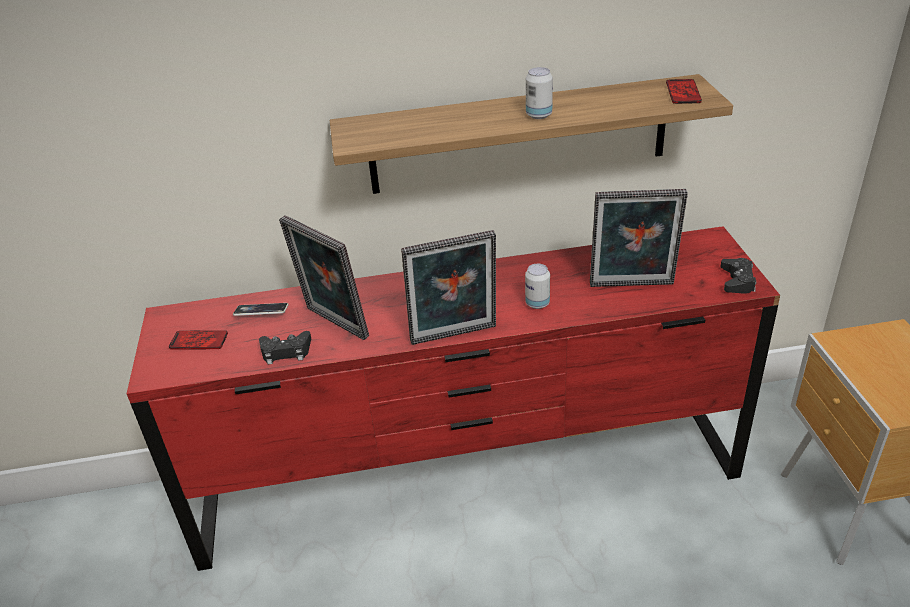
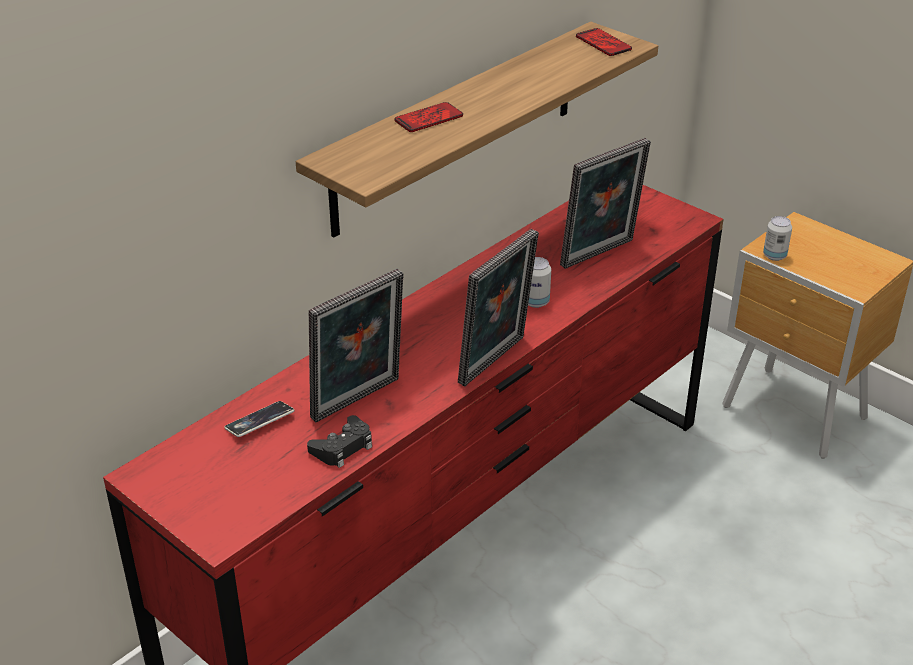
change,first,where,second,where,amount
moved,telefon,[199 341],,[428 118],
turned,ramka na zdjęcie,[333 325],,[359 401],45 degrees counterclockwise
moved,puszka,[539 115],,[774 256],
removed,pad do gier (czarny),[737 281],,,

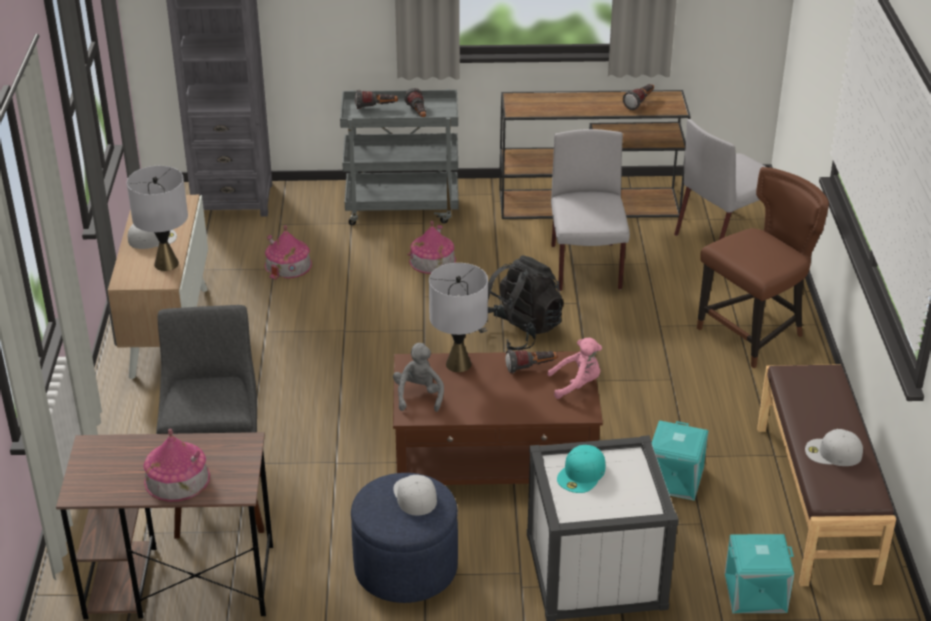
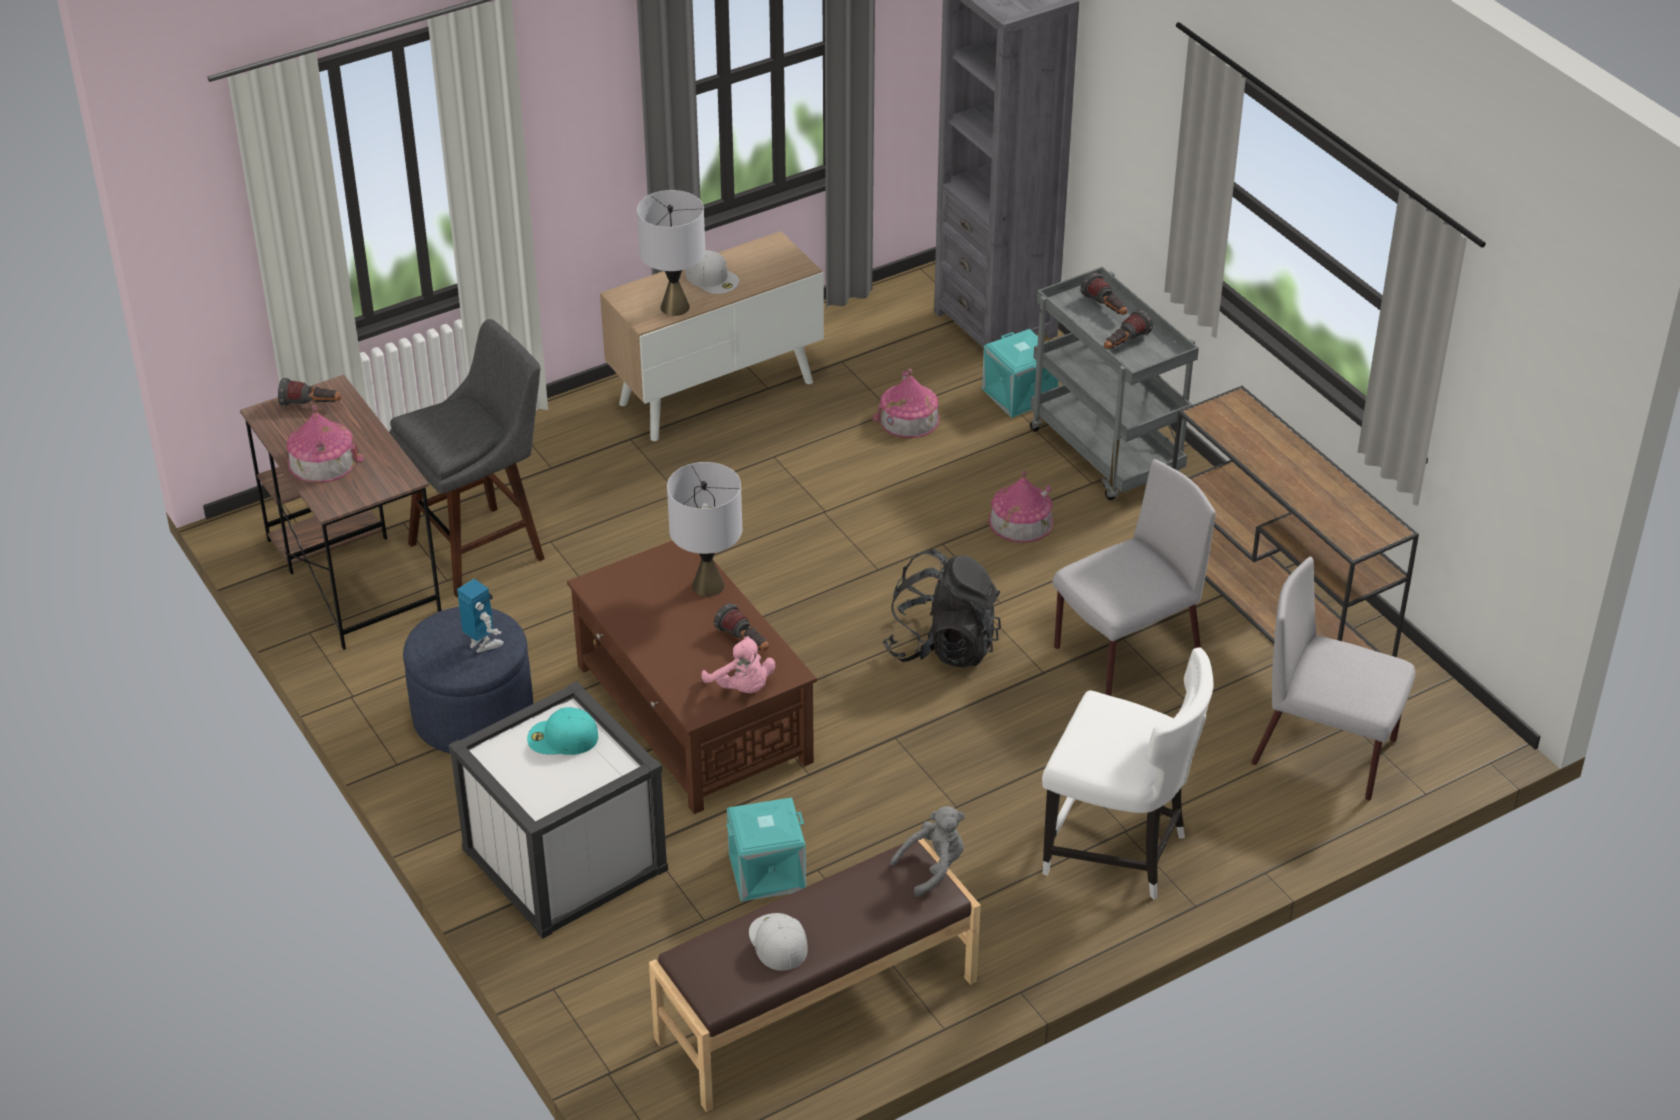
change,first,where,second,where,amount
moved,pluszak (szary),[419 395],,[933 867],
replaced,czapka z daszkiem (biały),[414 495],robot zabawkowy,[482 644],
moved,latarka,[640 102],,[311 405],
recoloured,krzesło (brązowy),[754 334],krzesło (biały),[1118 852],
moved,pojemnik do przechowywania (turkusowy),[755 593],,[1018 395],

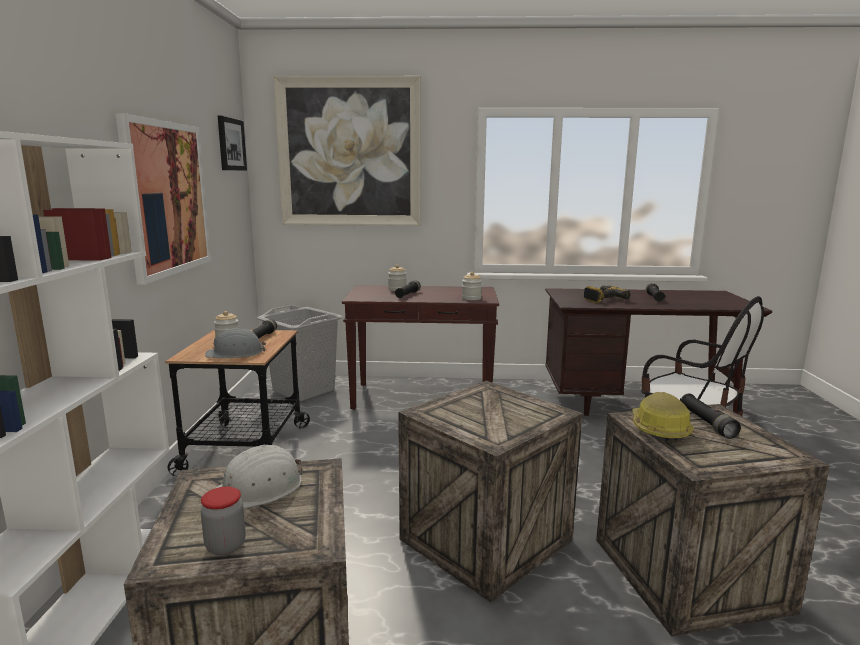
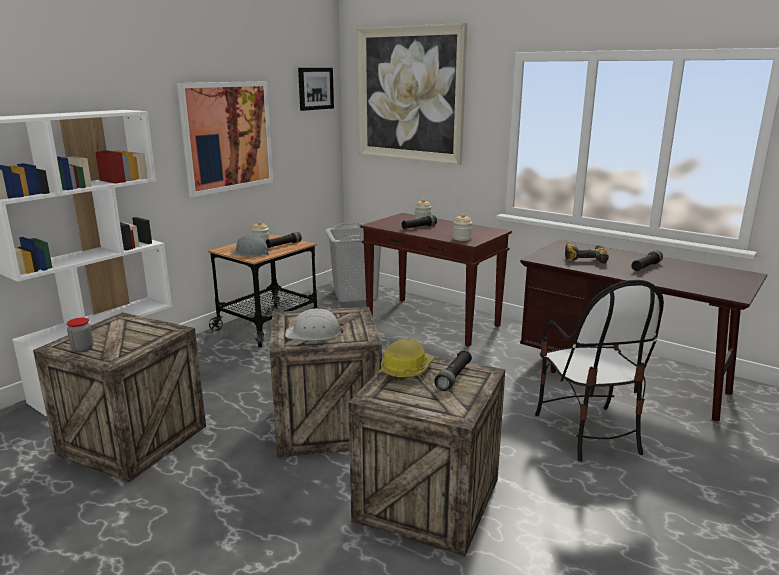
change,first,where,second,where,amount
moved,kask (biały),[258 489],,[314 333],

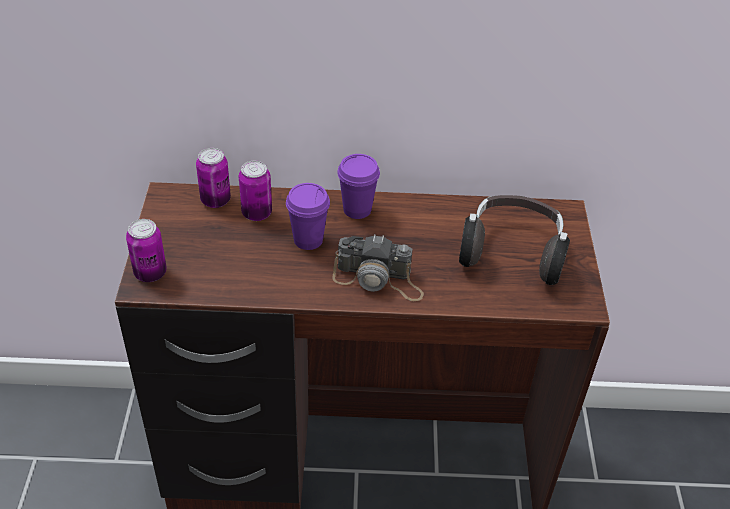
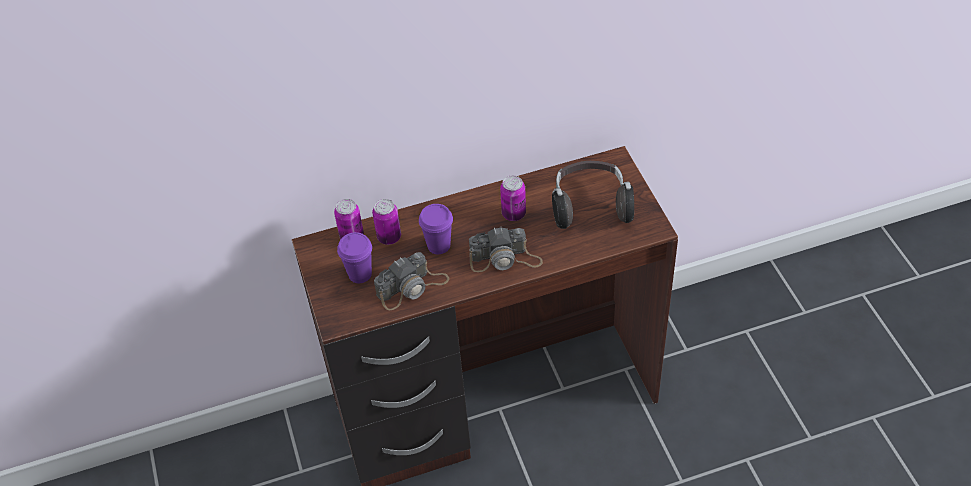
change,first,where,second,where,amount
moved,puszka,[150 273],,[513 214],
moved,filiżanka (fioletowy),[357 209],,[360 274],
added,,,aparat fotograficzny,[412 287],

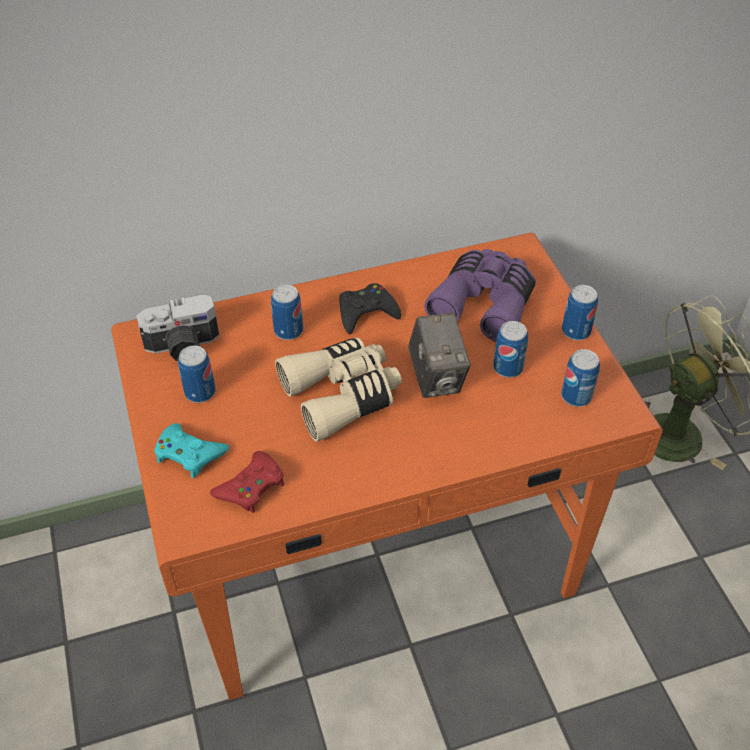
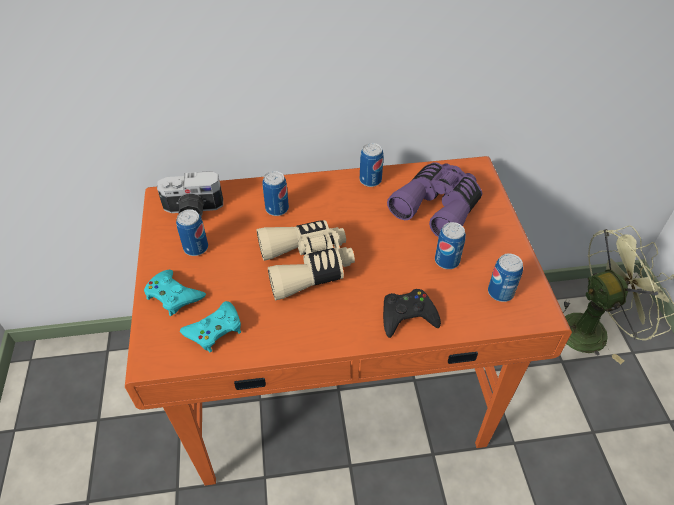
change,first,where,second,where,amount
recoloured,pad do gier (czerwony),[251 486],pad do gier (turkusowy),[214 330],
moved,pad do gier (czarny),[366 313],,[407 316],
removed,aparat fotograficzny,[436 377],,,
moved,puszka,[576 331],,[370 180],

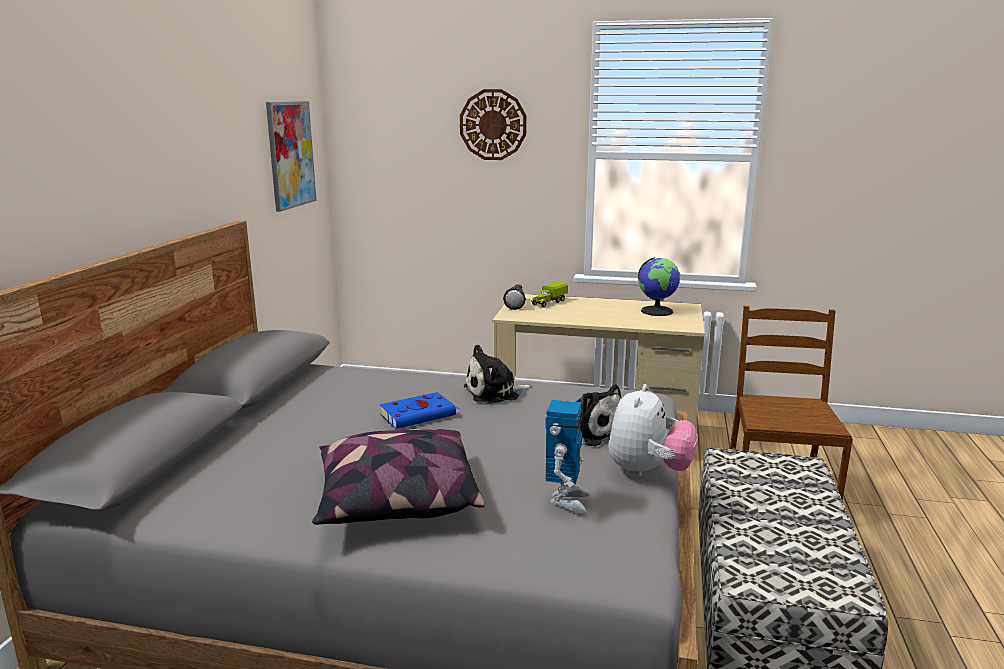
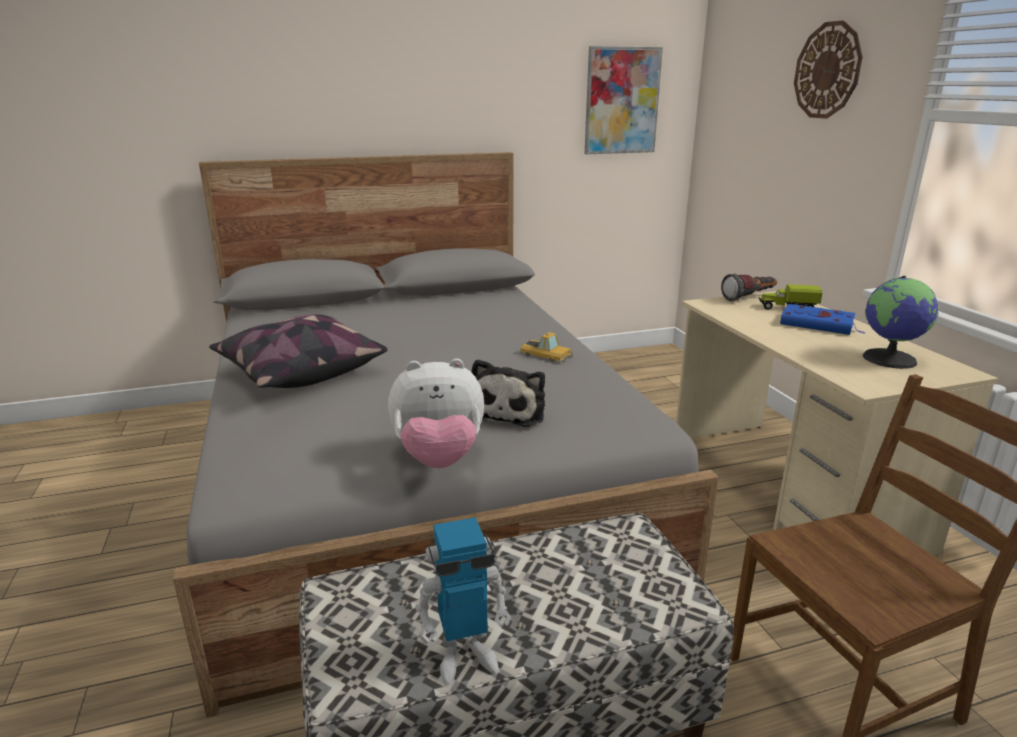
change,first,where,second,where,amount
moved,książka (niebieski),[419 414],,[819 324],
replaced,pluszak,[495 393],samochodzik,[546 355],
moved,robot zabawkowy,[566 500],,[465 656],

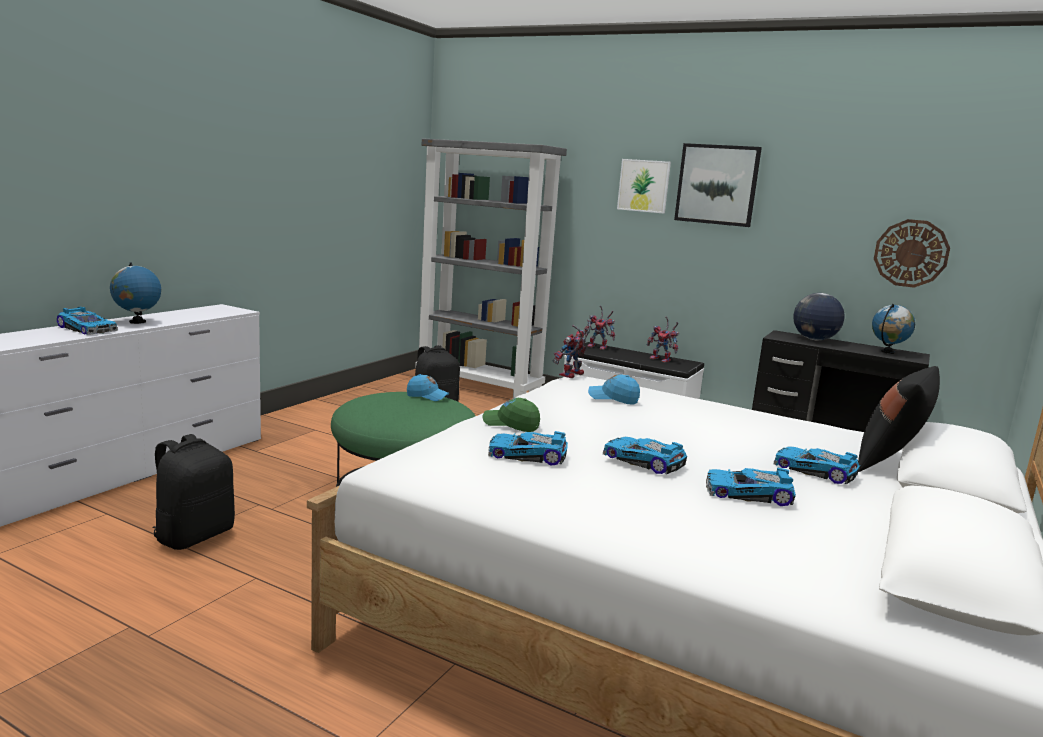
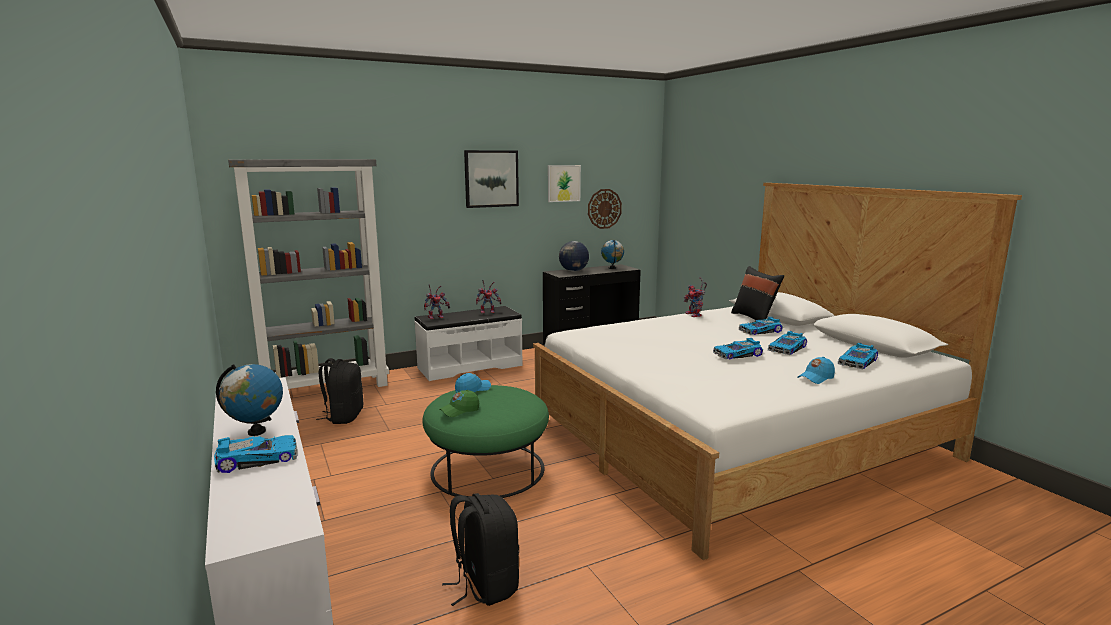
change,first,where,second,where,amount
moved,czapka z daszkiem (zielony),[511 424],,[460 411],
moved,samochodzik,[527 455],,[858 362],
moved,robot zabawkowy,[571 375],,[695 315],
moved,czapka z daszkiem (niebieski),[613 398],,[816 378],
moved,obraz,[643 186],,[563 183],

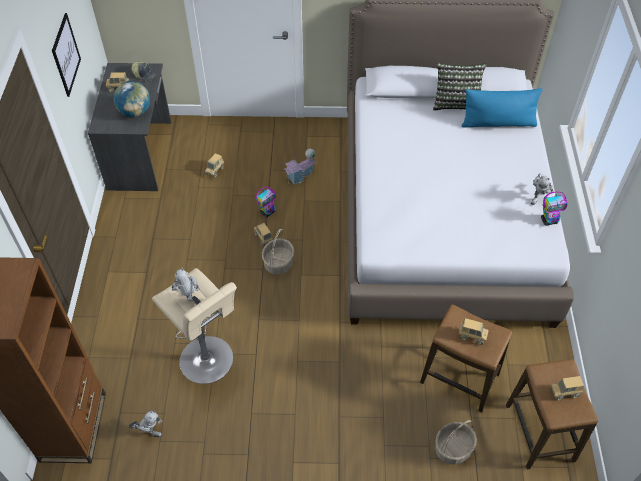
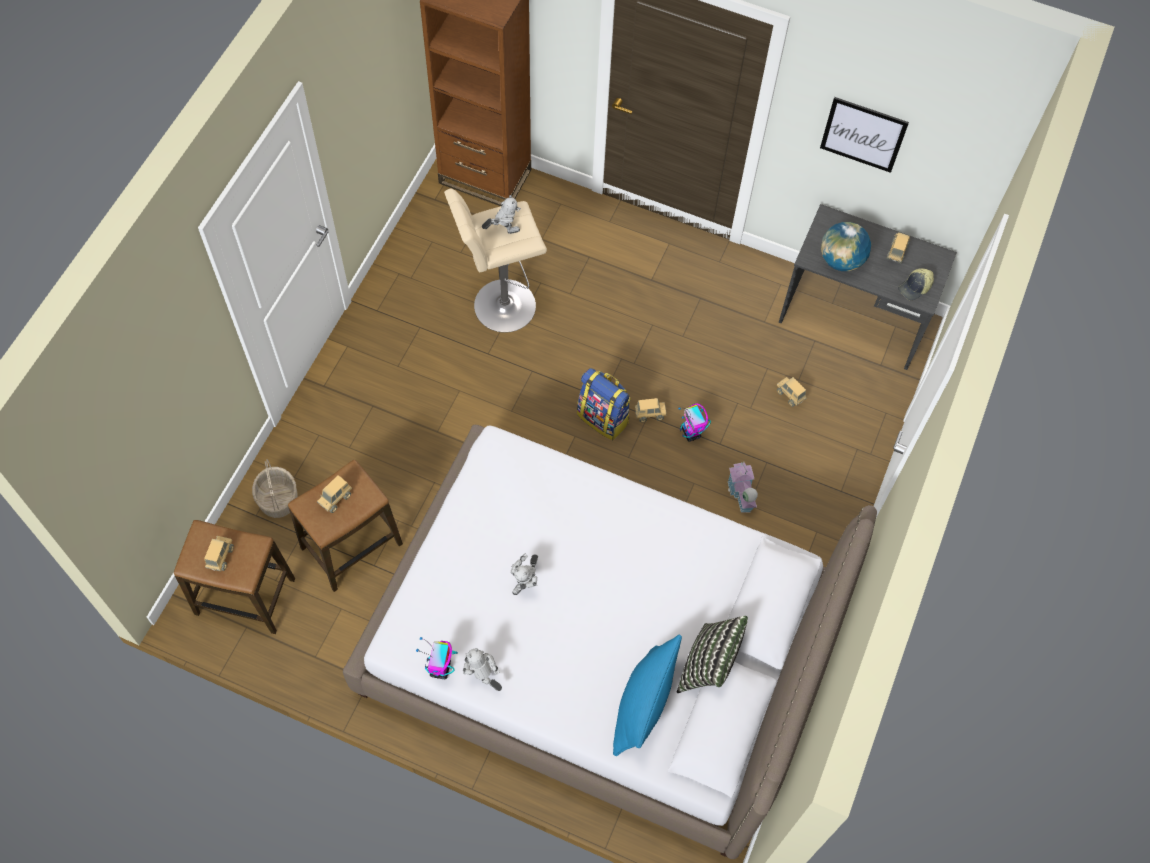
change,first,where,second,where,amount
moved,robot zabawkowy,[149 431],,[526 582],
replaced,koszyk,[278 263],plecak,[604 418],

